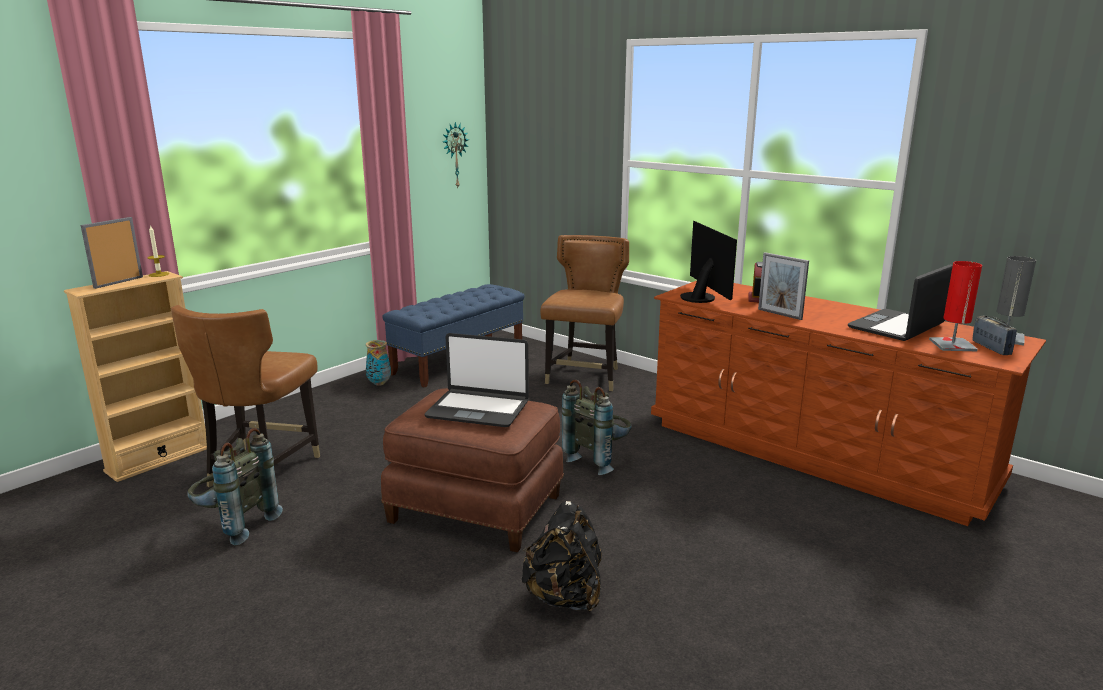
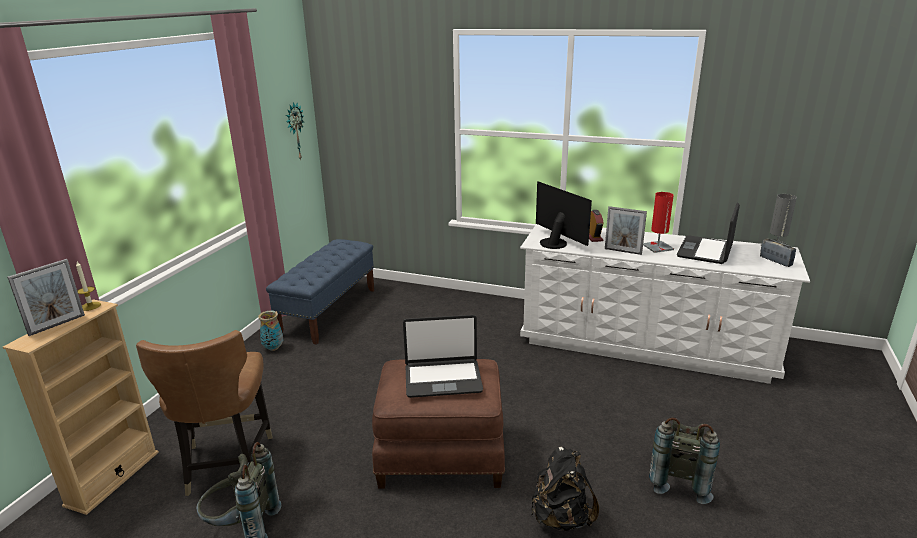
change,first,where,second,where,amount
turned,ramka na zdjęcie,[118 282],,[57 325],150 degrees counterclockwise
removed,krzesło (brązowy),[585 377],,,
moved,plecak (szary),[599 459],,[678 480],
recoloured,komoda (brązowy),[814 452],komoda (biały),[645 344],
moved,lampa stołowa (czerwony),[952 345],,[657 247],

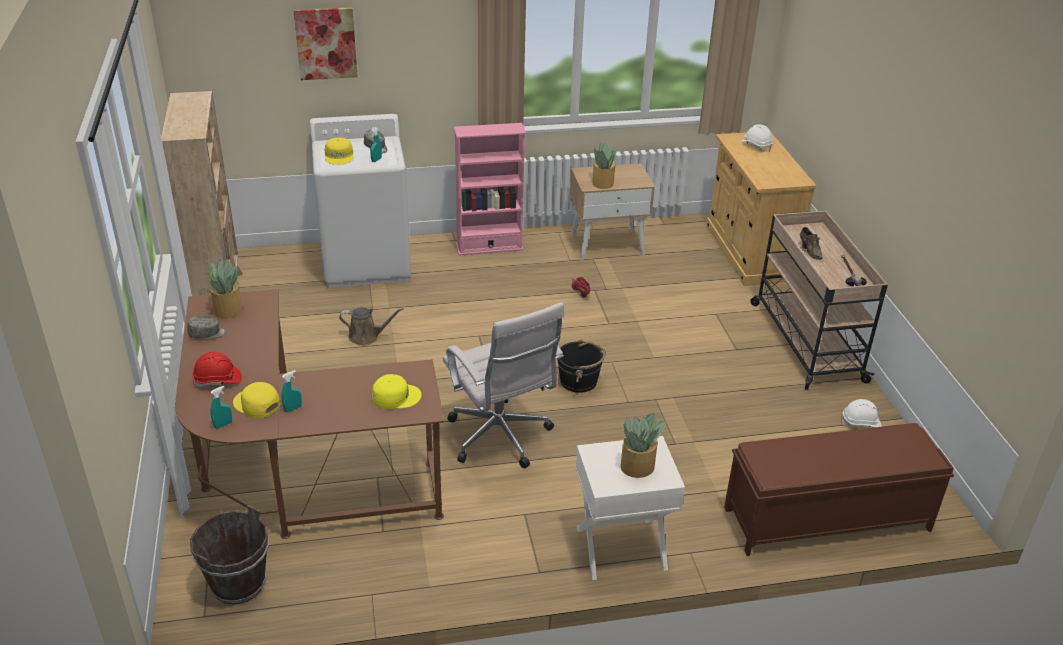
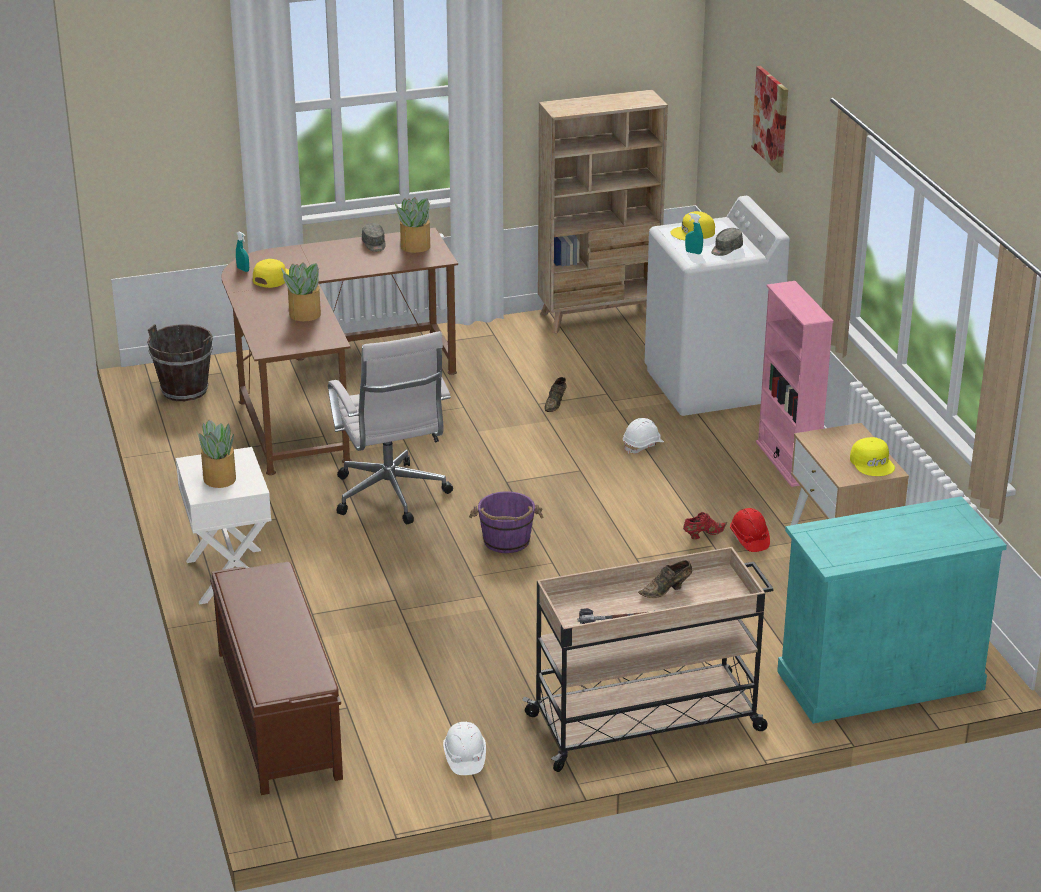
change,first,where,second,where,amount
moved,kask (czerwony),[218 380],,[749 539],
removed,spryskiwacz (turkusowy),[293 409],,,
replaced,konewka (brązowy),[367 337],but (brązowy),[556 403],
moved,czapka z daszkiem (żółty),[395 396],,[872 463],
turned,krzesło biurowe (biały),[501 439],,[391 497],75 degrees counterclockwise
recoloured,wiadro (czarny),[579 381],wiadro (fioletowy),[506 541],
moved,roślina doniczkowa,[602 183],,[304 314],
recoloured,szafka (beżowy),[748 253],szafka (turkusowy),[880 680],
moved,kask (biały),[756 145],,[643 445],

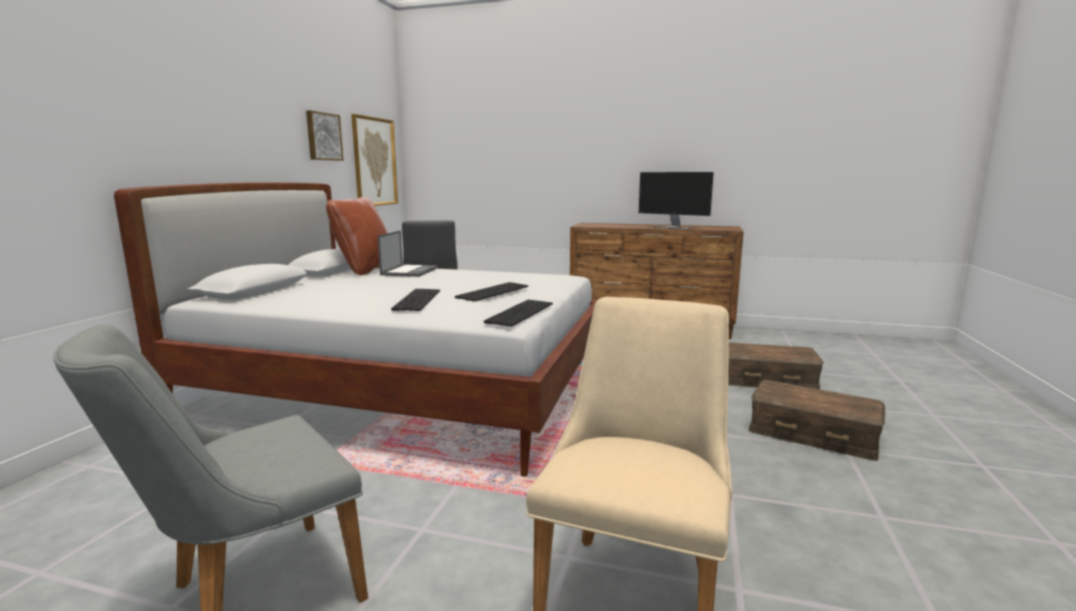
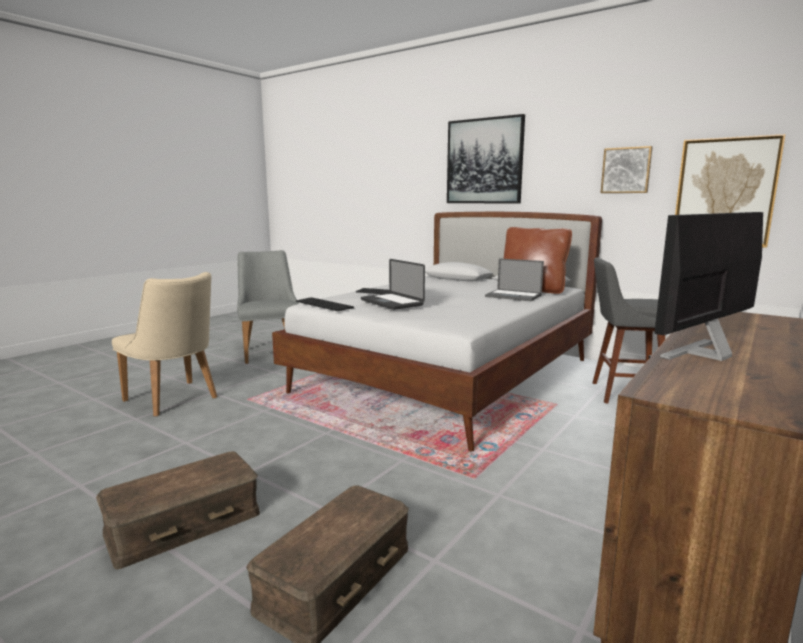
change,first,where,second,where,amount
replaced,klawiatura,[492 291],laptop,[391 302],
added,,,obraz,[484 161],

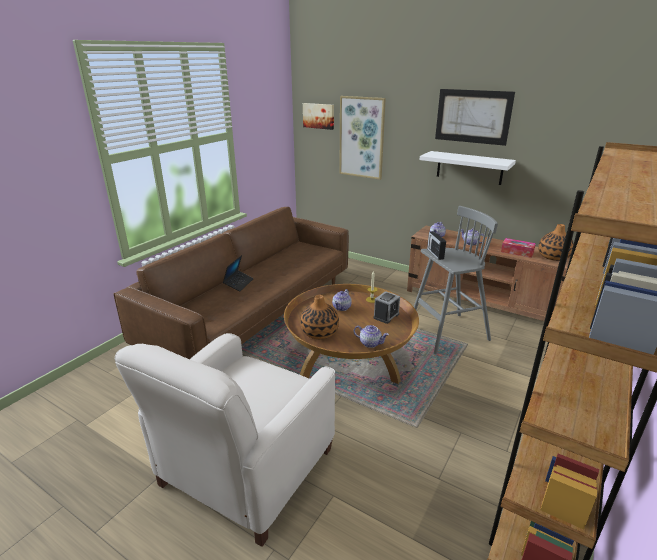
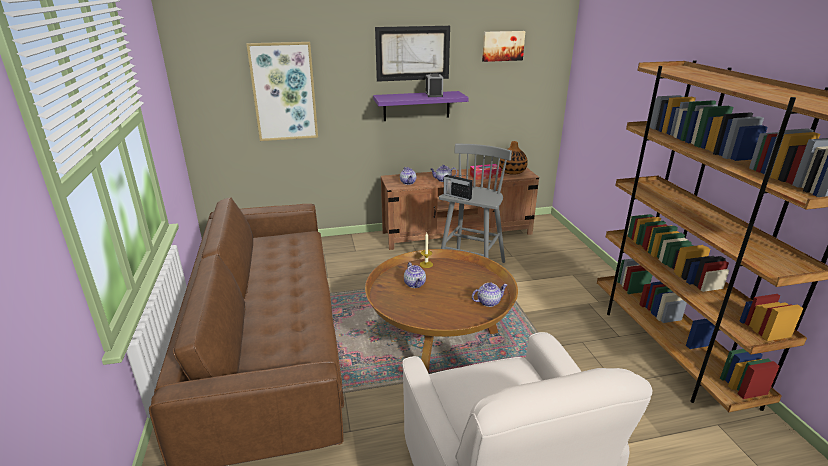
change,first,where,second,where,amount
removed,laptop,[238 283],,,
removed,wazon,[319 332],,,
moved,obraz,[319 116],,[502 46],
moved,budzik,[386 316],,[434 94],
recoloured,półka (biały),[469 168],półka (fioletowy),[416 106],

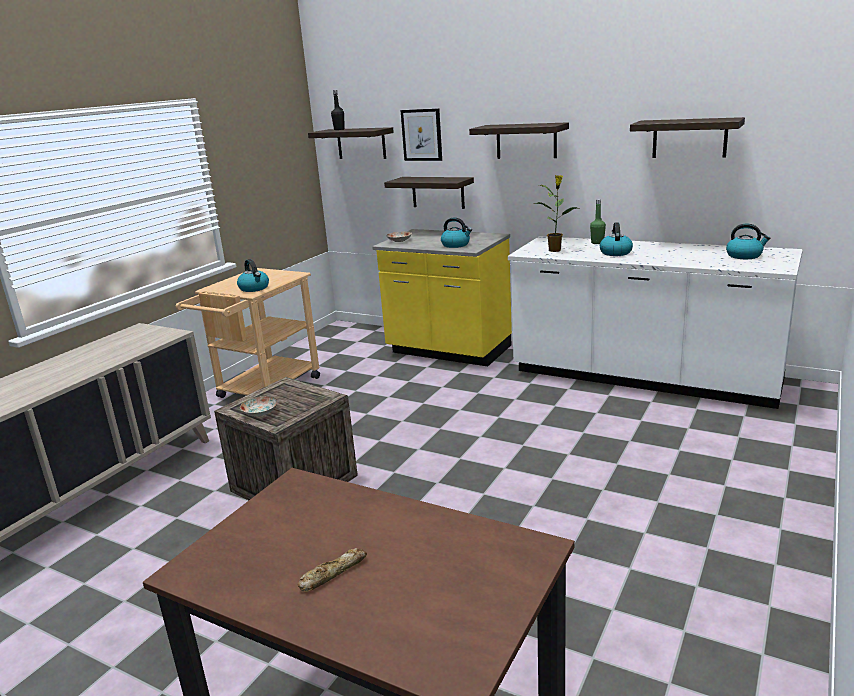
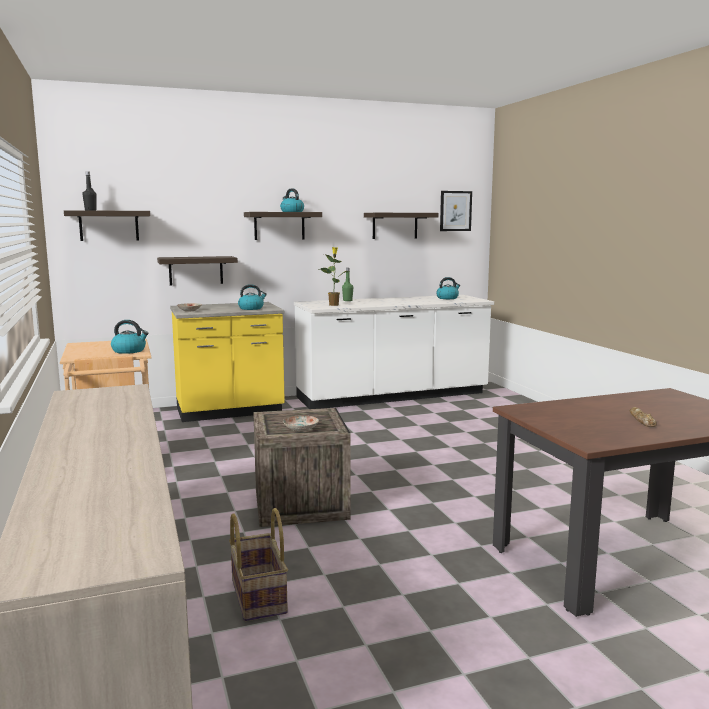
change,first,where,second,where,amount
moved,obraz,[422 135],,[455 211],
moved,czajnik,[615 252],,[291 211],
added,,,koszyk,[257 596],

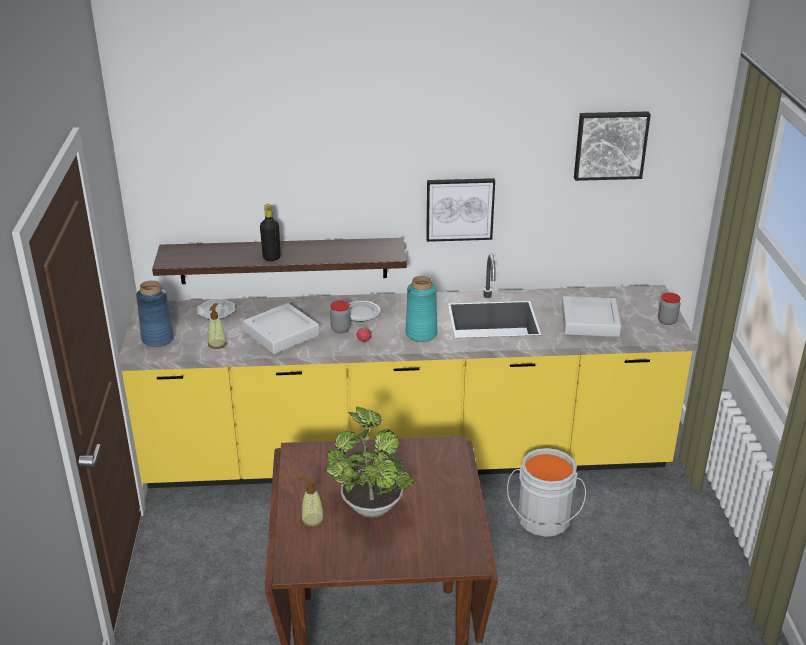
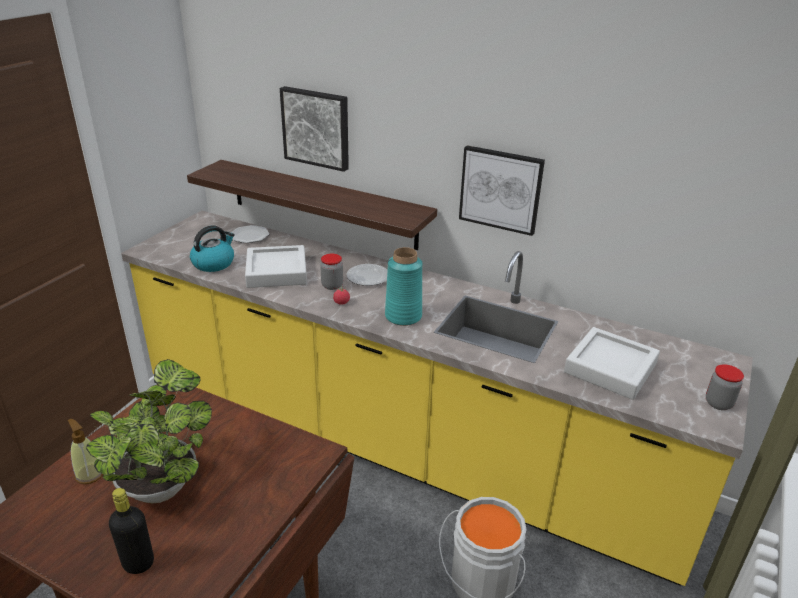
change,first,where,second,where,amount
removed,wazon (niebieski),[158 339],,,
replaced,dozownik mydła,[217 344],czajnik,[214 263],
moved,butelka (czarny),[271 258],,[138 563],
moved,obraz,[610 144],,[316 127],

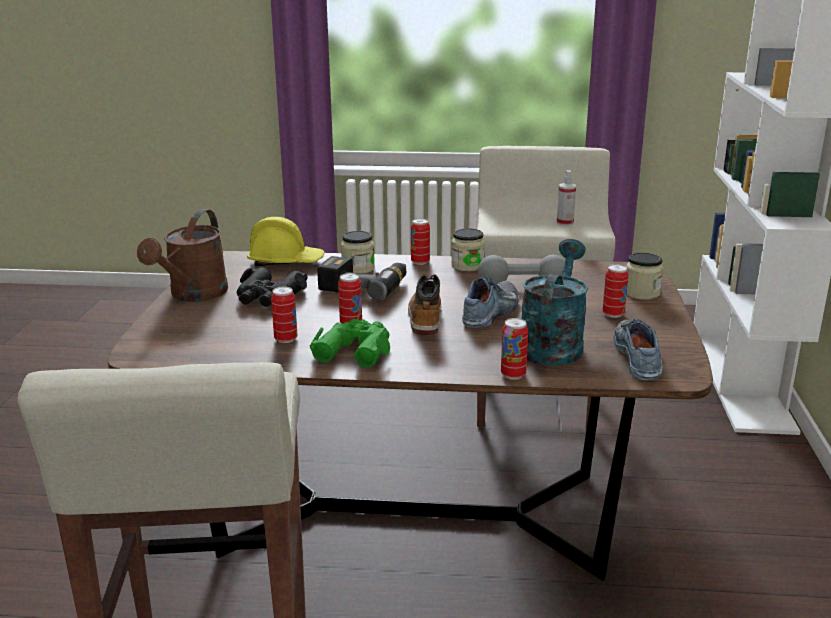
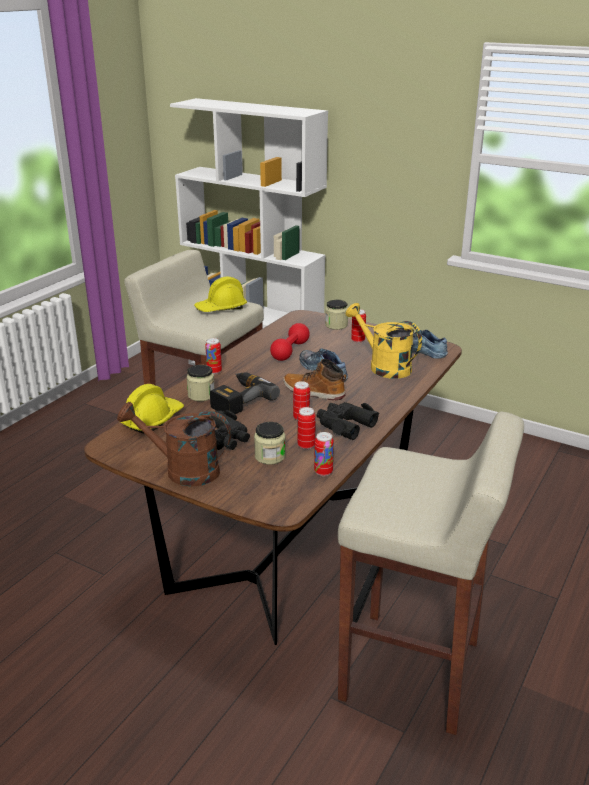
change,first,where,second,where,amount
turned,konewka (brązowy),[193 295],,[182 470],150 degrees clockwise
recoloured,lornetka (zielony),[355 350],lornetka (czarny),[344 425],
moved,słoik,[467 266],,[270 456],
recoloured,hantel (szary),[522 284],hantel (czerwony),[290 351],
moved,puszka,[513 375],,[323 472],
recoloured,konewka (turkusowy),[552 344],konewka (żółty),[383 366],
replaced,spryskiwacz,[565 223],kask (żółty),[221 308],

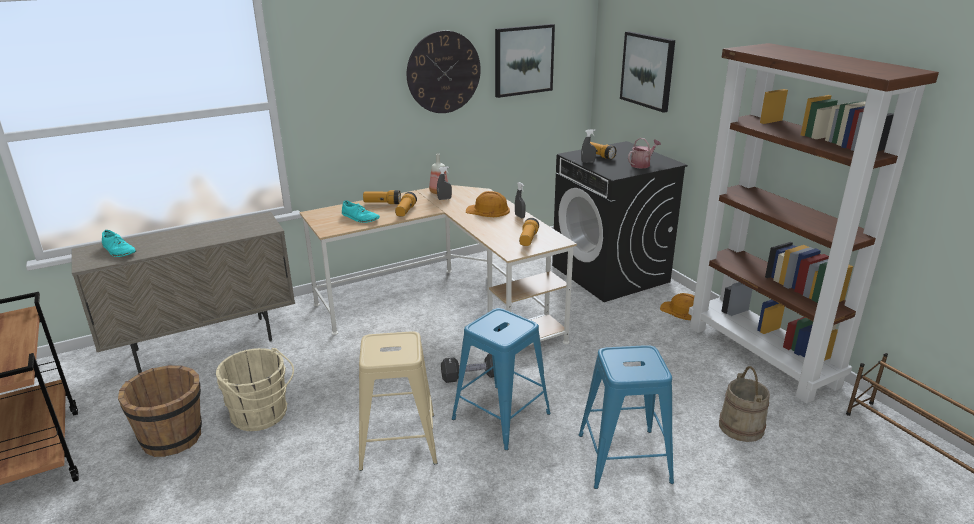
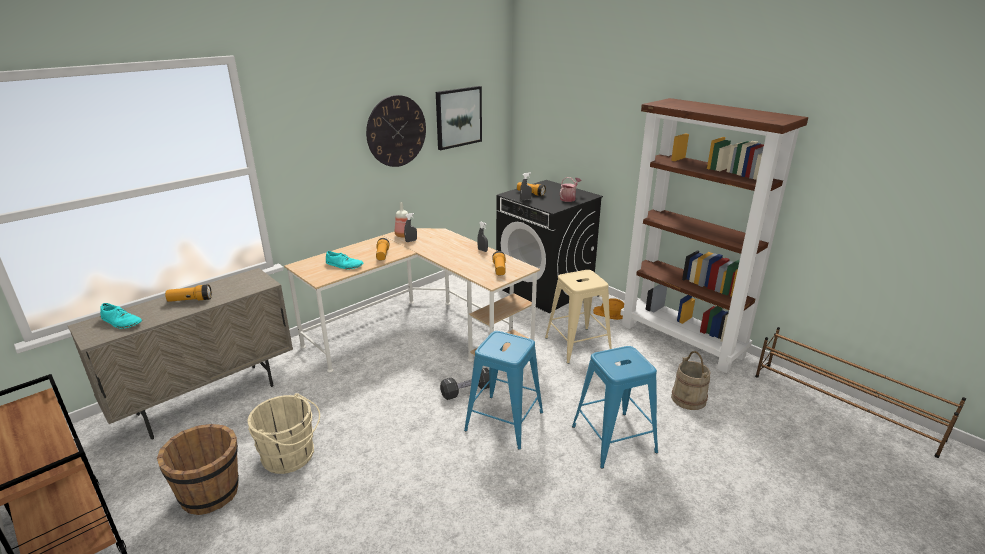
change,first,where,second,where,amount
moved,stołek (beżowy),[397 441],,[577 345],
moved,latarka,[382 203],,[190 300],
removed,kask (pomarańczowy),[488 210],,,
removed,obraz,[648 70],,,

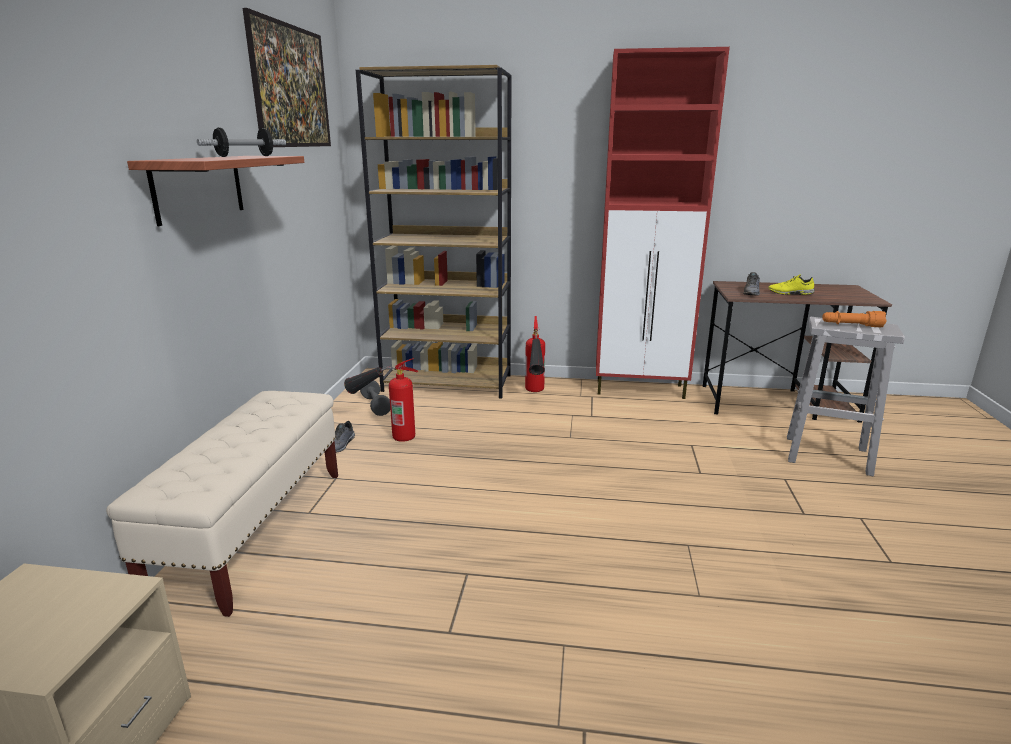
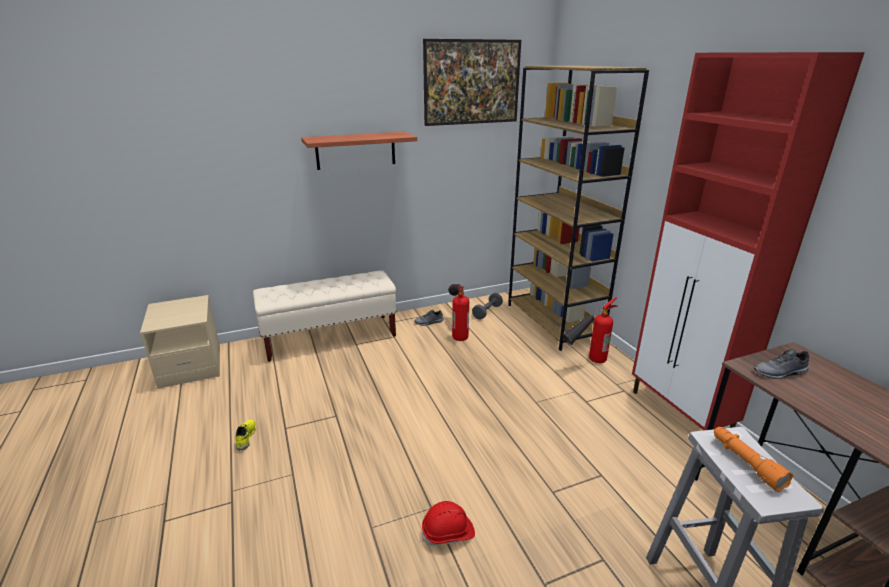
change,first,where,second,where,amount
removed,hantel,[245 156],,,
moved,but (żółty),[790 293],,[245 437],
added,,,kask (czerwony),[448 533],

